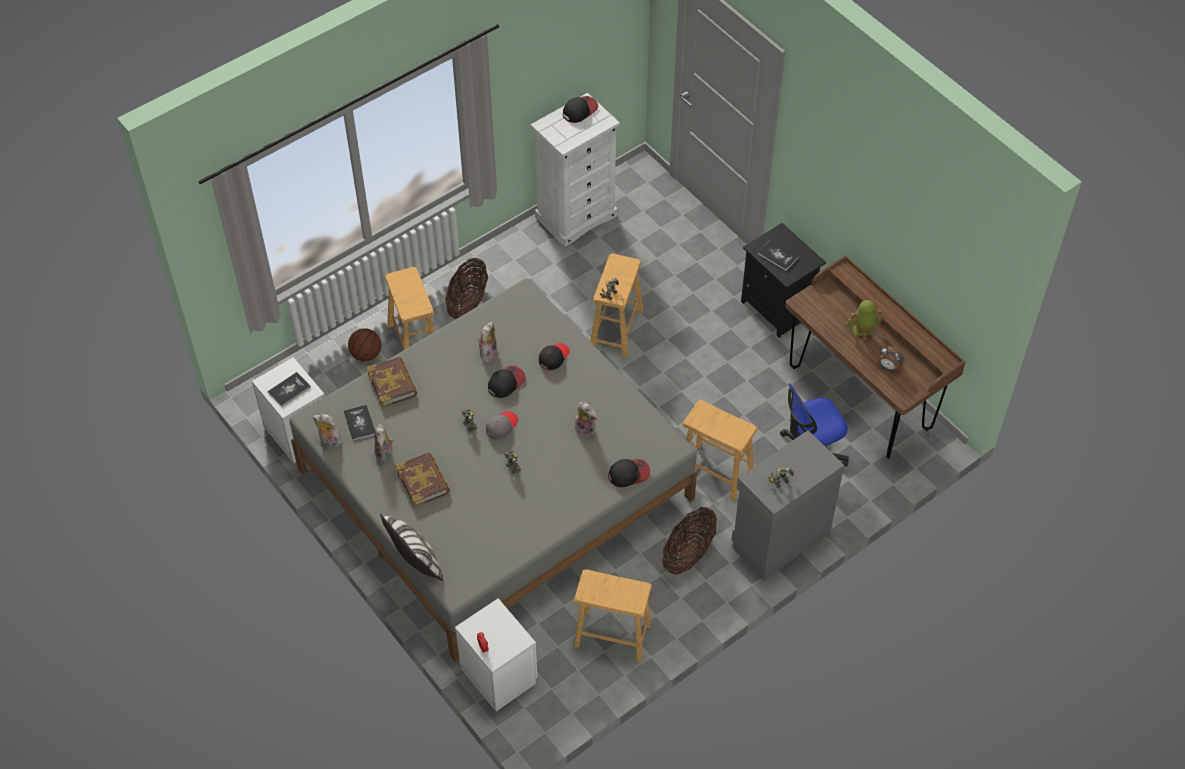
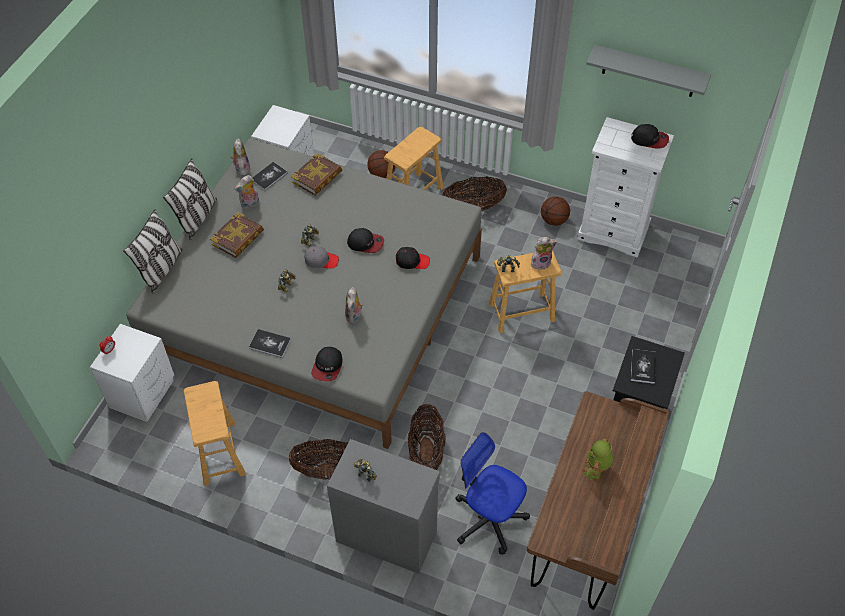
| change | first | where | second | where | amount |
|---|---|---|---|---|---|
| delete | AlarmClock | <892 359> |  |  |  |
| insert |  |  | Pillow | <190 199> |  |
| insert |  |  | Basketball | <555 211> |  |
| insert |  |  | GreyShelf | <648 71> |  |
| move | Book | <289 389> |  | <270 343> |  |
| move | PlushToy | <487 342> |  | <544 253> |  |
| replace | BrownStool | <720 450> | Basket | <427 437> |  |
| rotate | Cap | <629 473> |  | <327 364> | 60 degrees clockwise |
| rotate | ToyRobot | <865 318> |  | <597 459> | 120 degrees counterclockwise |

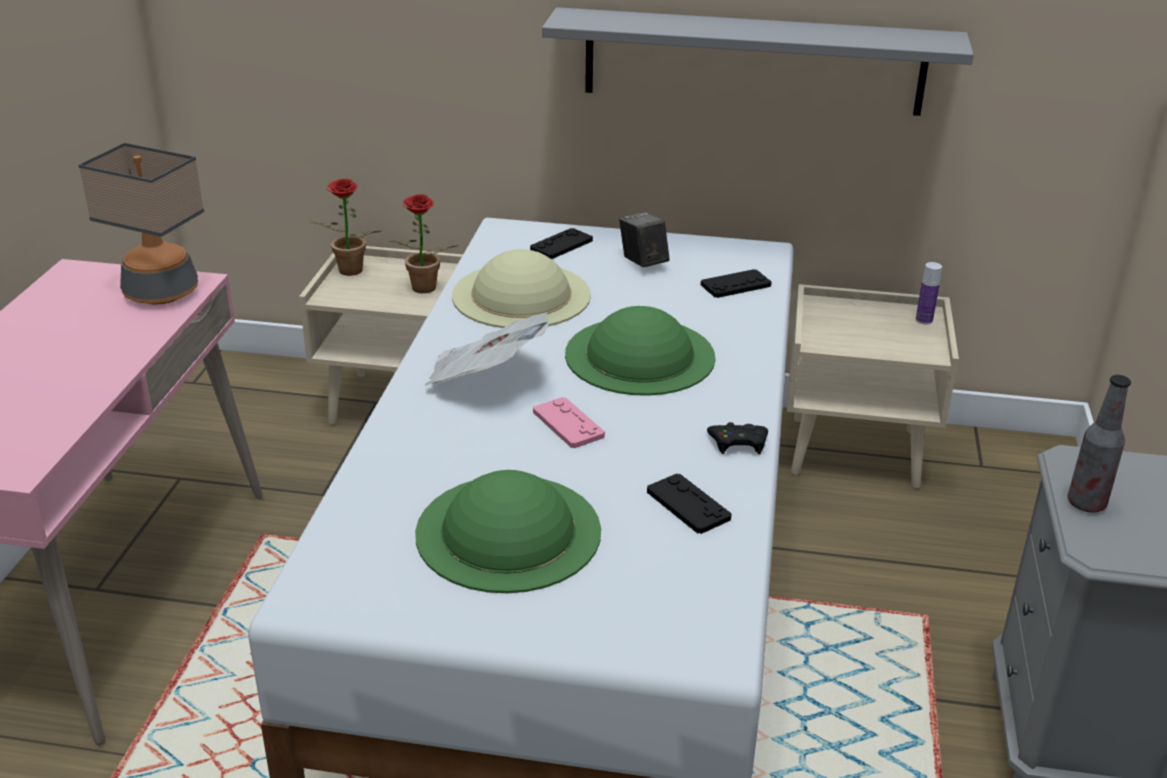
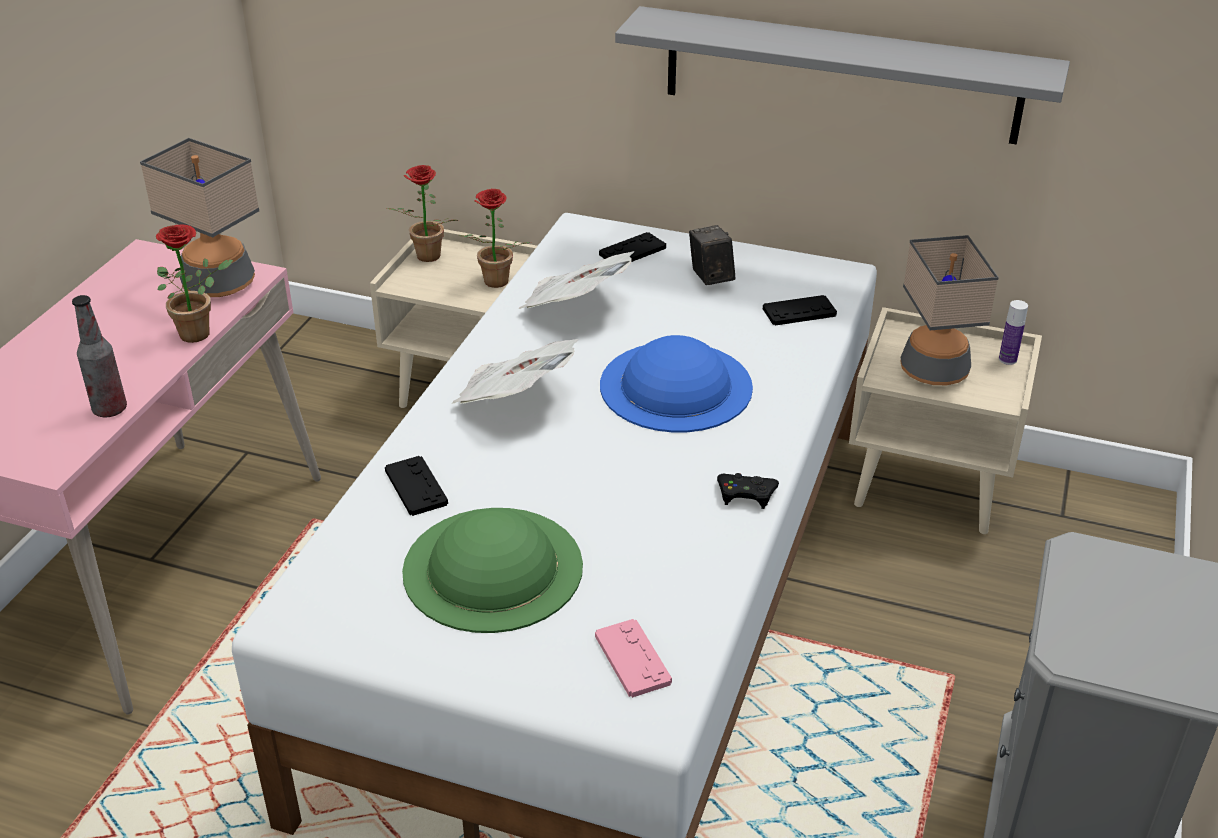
| change | first | where | second | where | amount |
|---|---|---|---|---|---|
| insert |  |  | PottedPlant | <194 283> |  |
| insert |  |  | TableLamp | <949 310> |  |
| move | PinkGameController | <569 422> |  | <633 658> |  |
| move | BlackGameController | <689 504> |  | <416 486> |  |
| move | Bottle | <1099 444> |  | <99 356> |  |
| replace | BeigeHat | <521 288> | Newspaper | <576 280> |  |
| recolor | GreenHat | <640 351> | BlueHat | <676 383> |  |

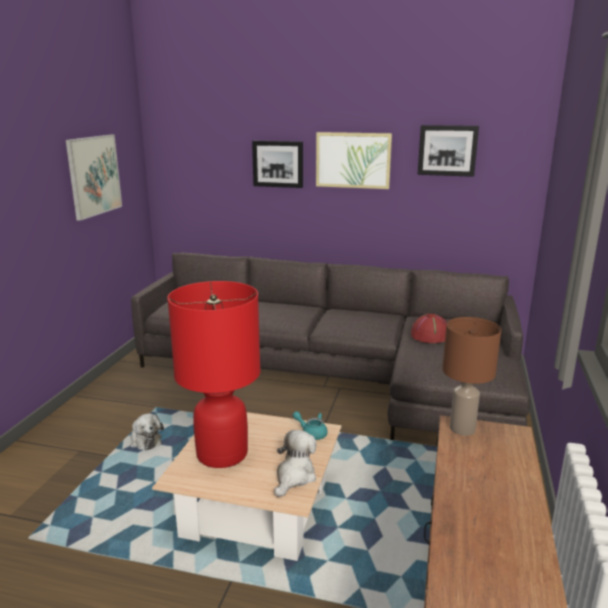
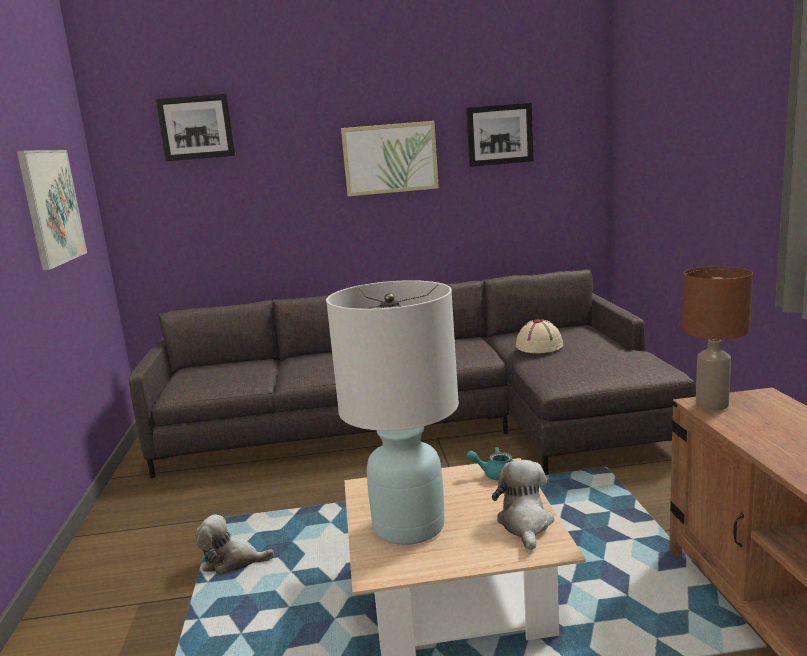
| change | first | where | second | where | amount |
|---|---|---|---|---|---|
| move | Picture | <277 164> |  | <195 127> |  |
| recolor | RedTableLamp | <214 374> | WhiteTableLamp | <392 412> |  |
| recolor | RedHat | <429 328> | BeigeHat | <539 336> |  |
| rotate | PlushToy | <147 431> |  | <234 545> | 150 degrees clockwise |

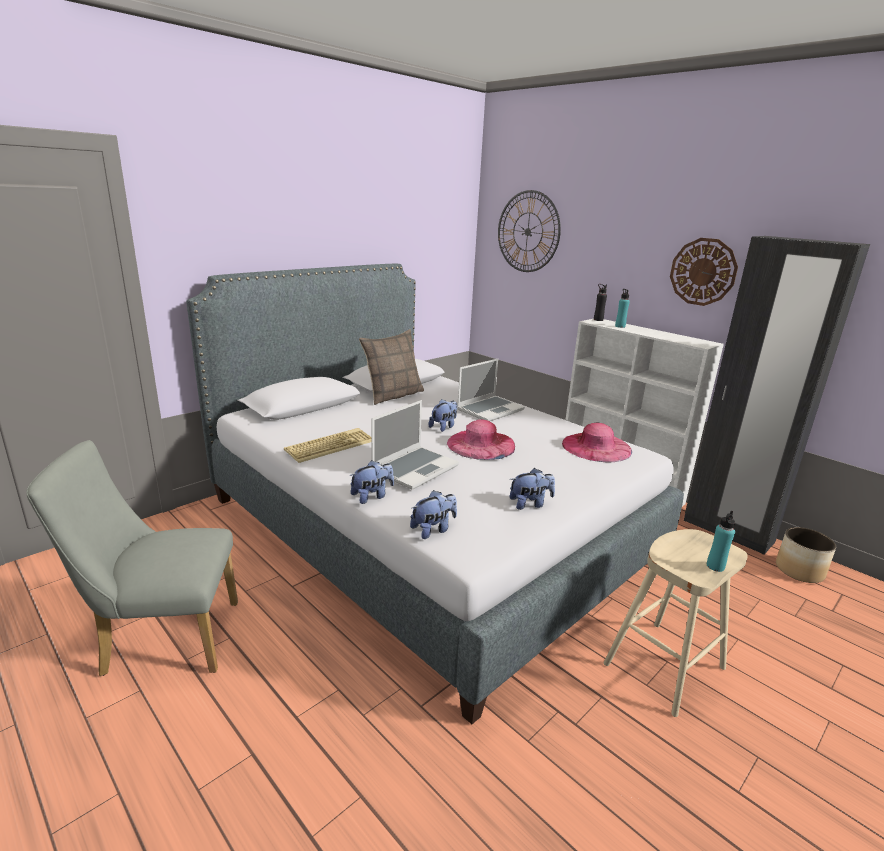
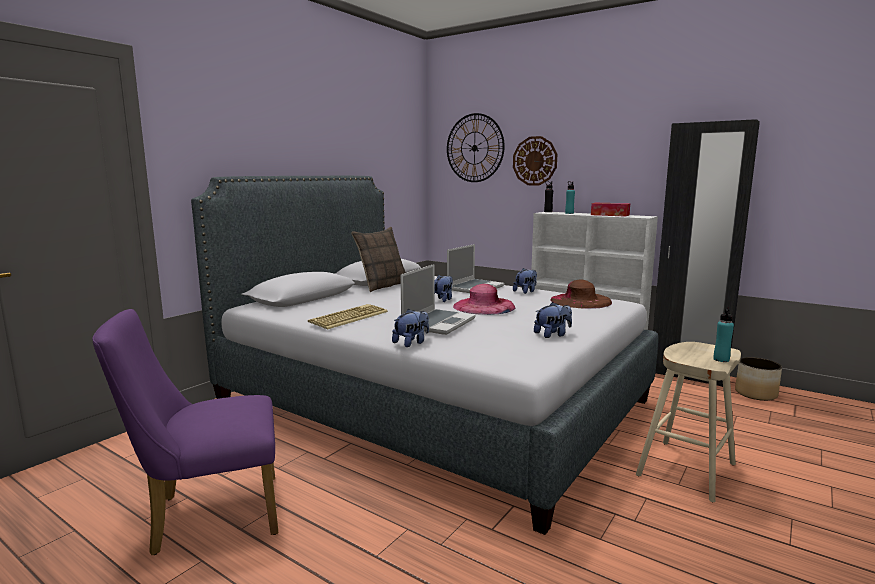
| change | first | where | second | where | amount |
|---|---|---|---|---|---|
| insert |  |  | TissueBox | <610 210> |  |
| move | PlushToy | <433 514> |  | <525 281> |  |
| move | WallClock | <704 272> |  | <535 161> |  |
| recolor | GreyChair | <132 558> | PurpleChair | <185 432> |  |
| recolor | PinkHat | <597 442> | BrownHat | <581 294> |  |

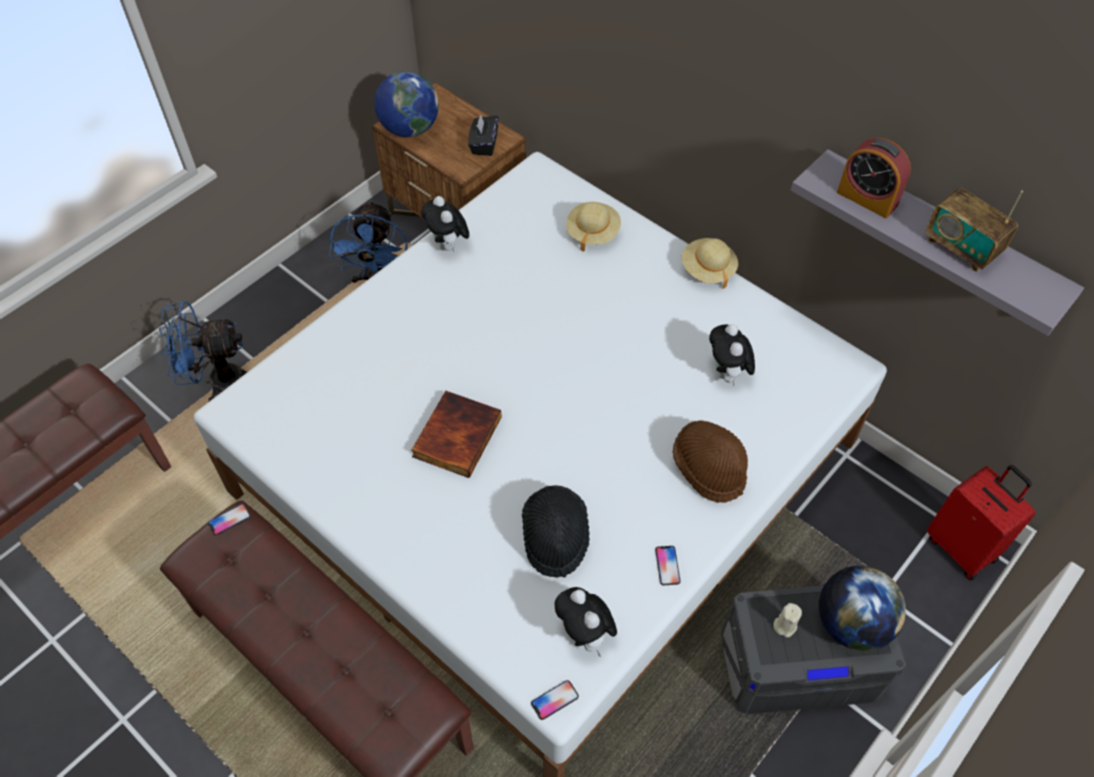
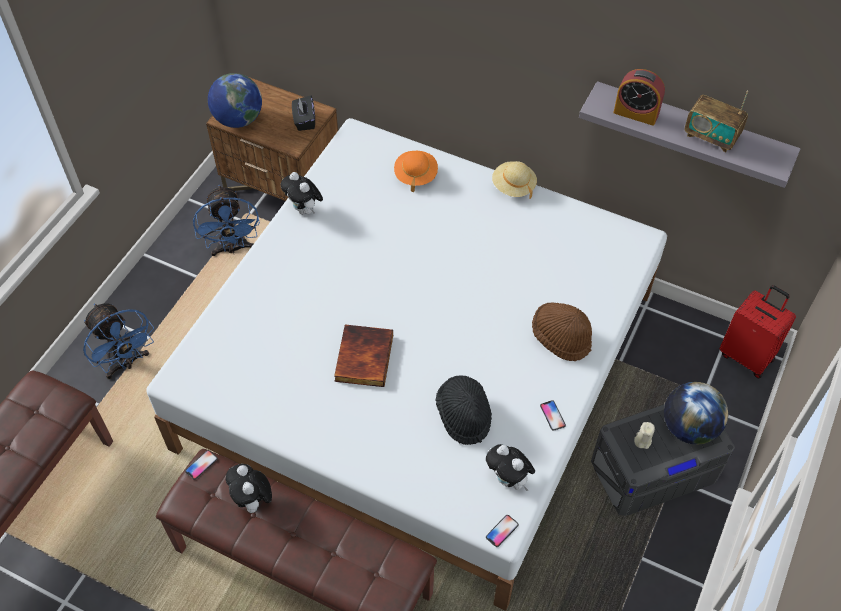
| change | first | where | second | where | amount |
|---|---|---|---|---|---|
| move | PlushToy | <732 355> |  | <249 488> |  |
| recolor | BeigeHat | <593 227> | OrangeHat | <416 171> |  |
| rotate | BlueFan | <203 351> |  | <118 341> | 105 degrees counterclockwise |

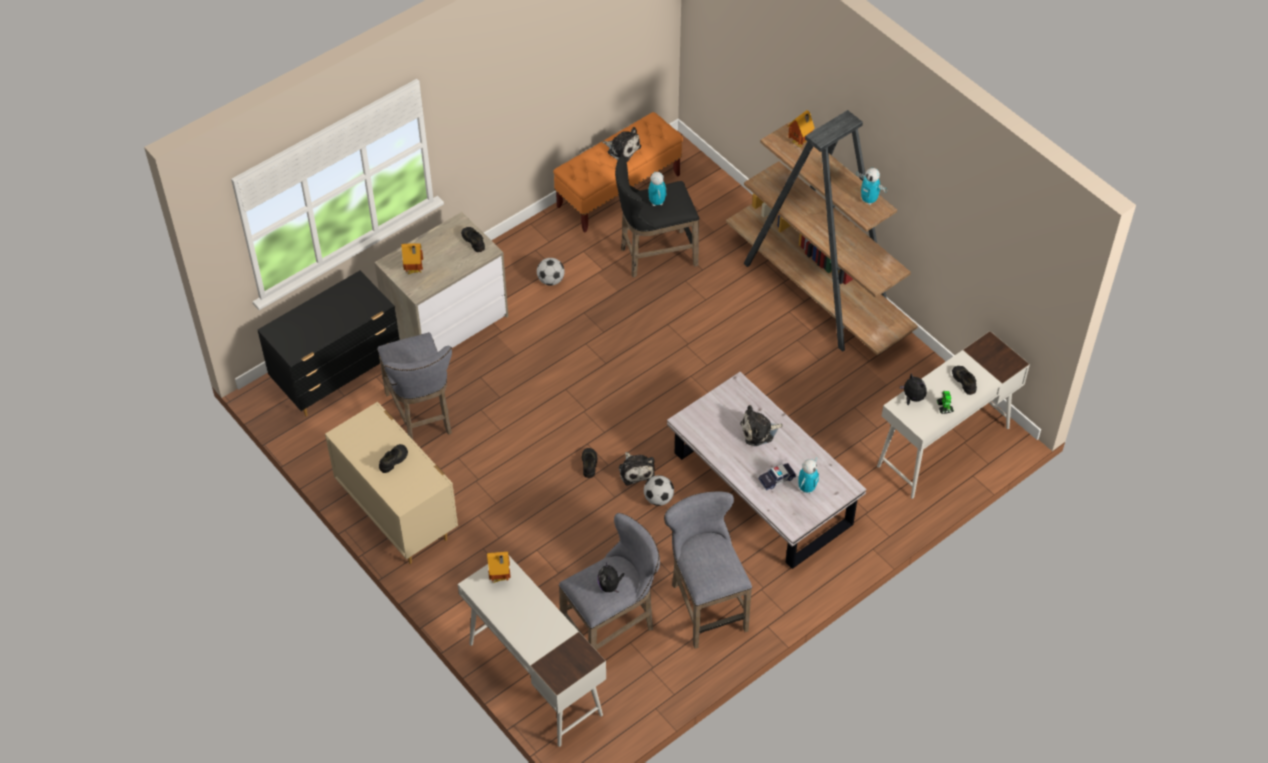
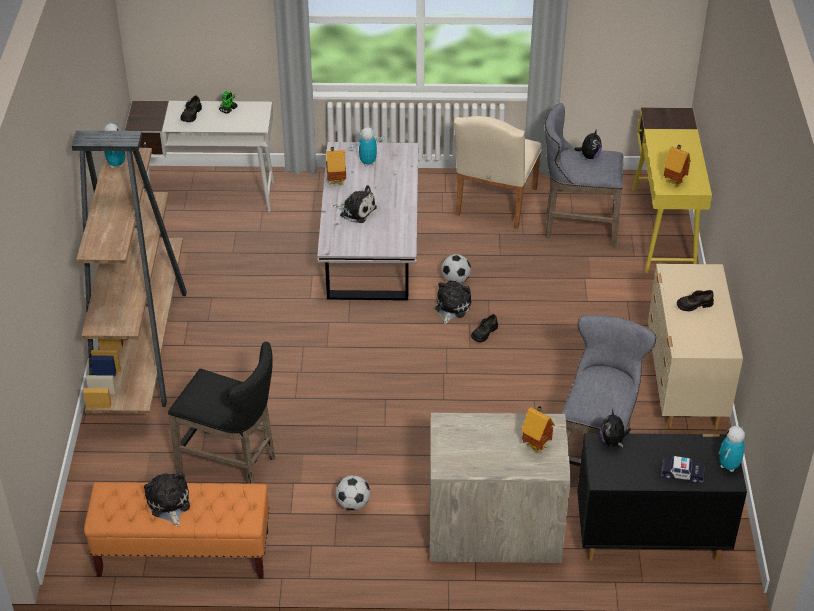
| change | first | where | second | where | amount |
|---|---|---|---|---|---|
| delete | BlackShoe | <473 239> |  |  |  |
| move | ToyRobot | <657 189> |  | <732 449> |  |
| move | ToyCar | <777 476> |  | <683 469> |  |
| move | ToyHouse | <801 129> |  | <336 166> |  |
| move | PlushToy | <913 389> |  | <615 428> |  |
| replace | GreyStool | <708 570> | BeigeChair | <498 172> |  |
| recolor | WhiteDesk | <532 651> | YellowDesk | <672 190> |  |

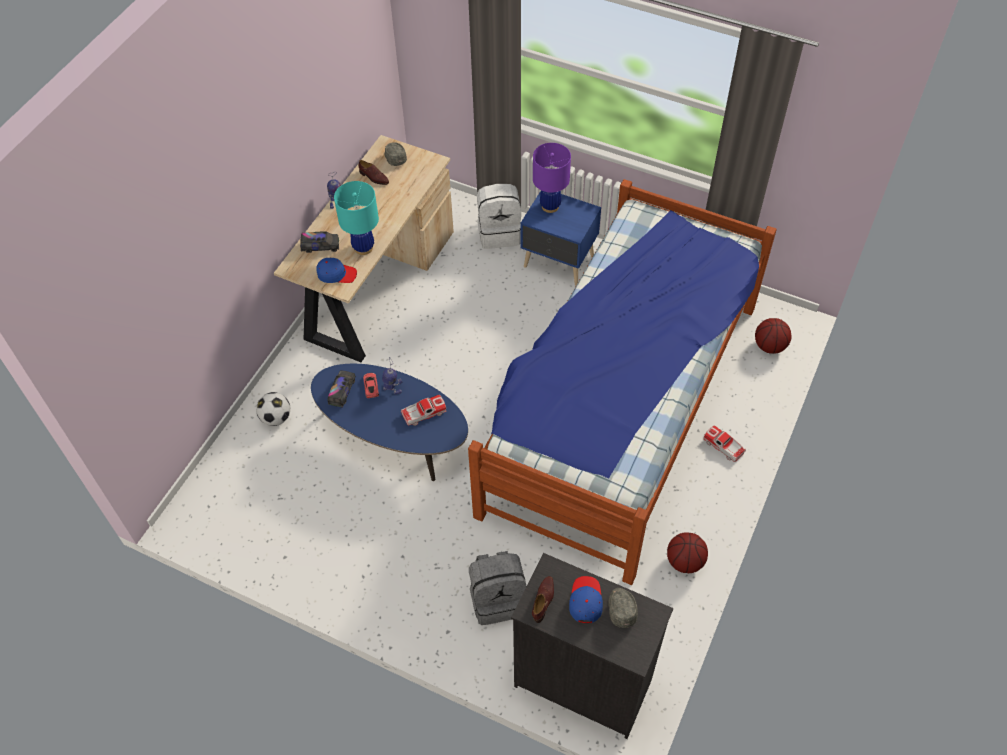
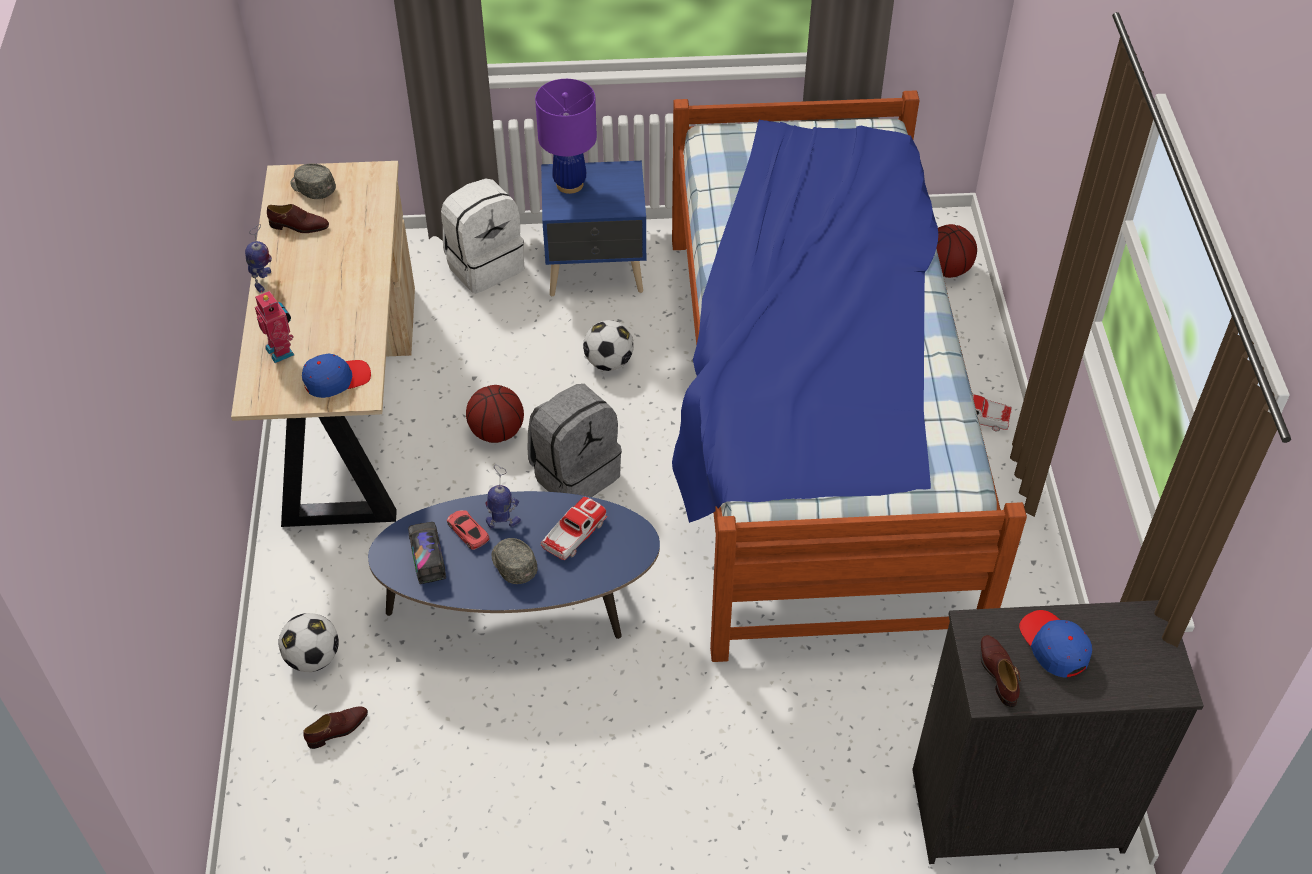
| change | first | where | second | where | amount |
|---|---|---|---|---|---|
| delete | TurquoiseTableLamp | <356 218> |  |  |  |
| insert |  |  | BrownShoe | <335 727> |  |
| insert |  |  | Football | <608 345> |  |
| move | GreyBackpack | <497 588> |  | <575 440> |  |
| move | GreyCap | <623 608> |  | <515 561> |  |
| move | Basketball | <687 552> |  | <495 414> |  |
| replace | ToyTruck | <319 242> | ToyRobot | <274 327> |  |

